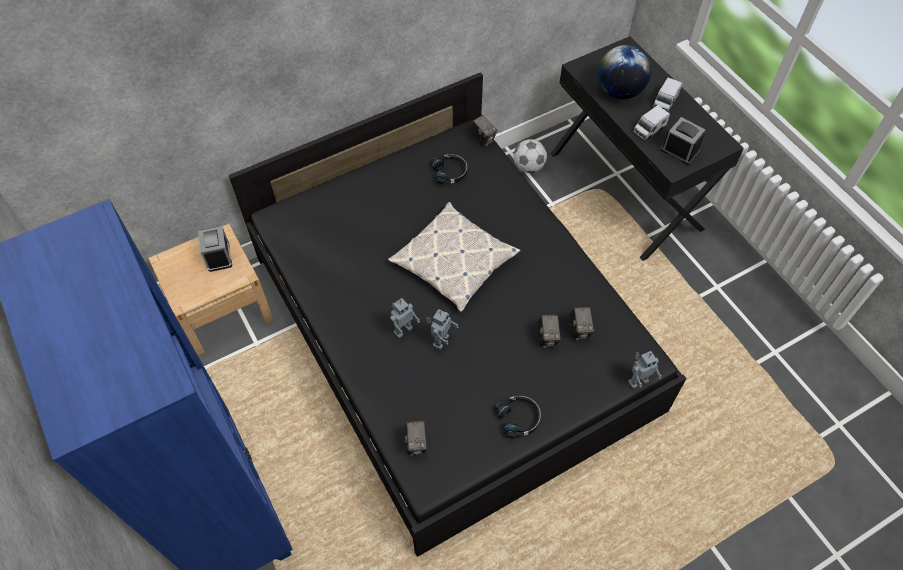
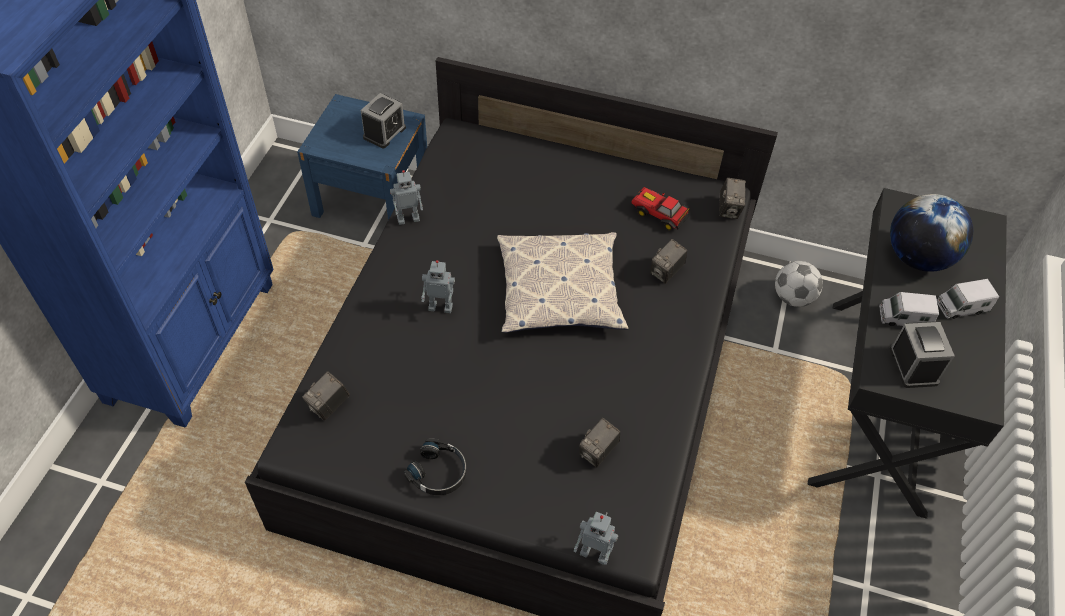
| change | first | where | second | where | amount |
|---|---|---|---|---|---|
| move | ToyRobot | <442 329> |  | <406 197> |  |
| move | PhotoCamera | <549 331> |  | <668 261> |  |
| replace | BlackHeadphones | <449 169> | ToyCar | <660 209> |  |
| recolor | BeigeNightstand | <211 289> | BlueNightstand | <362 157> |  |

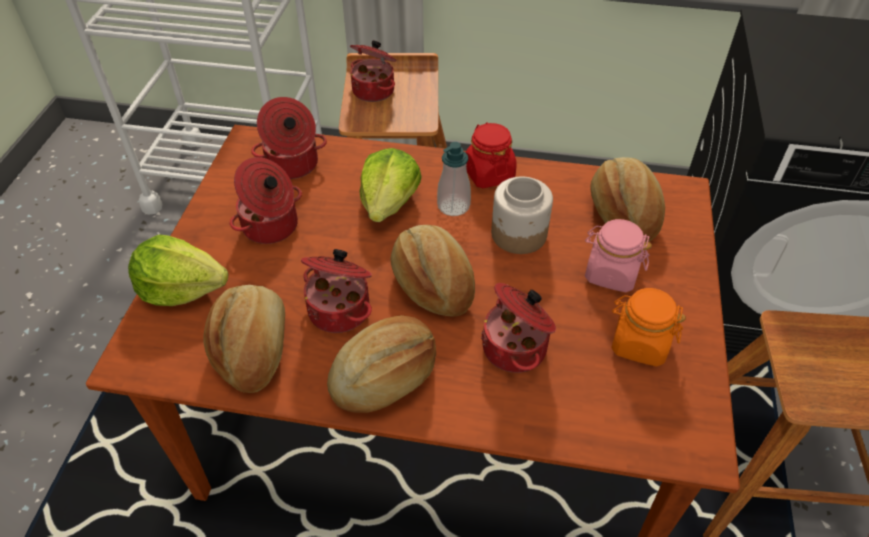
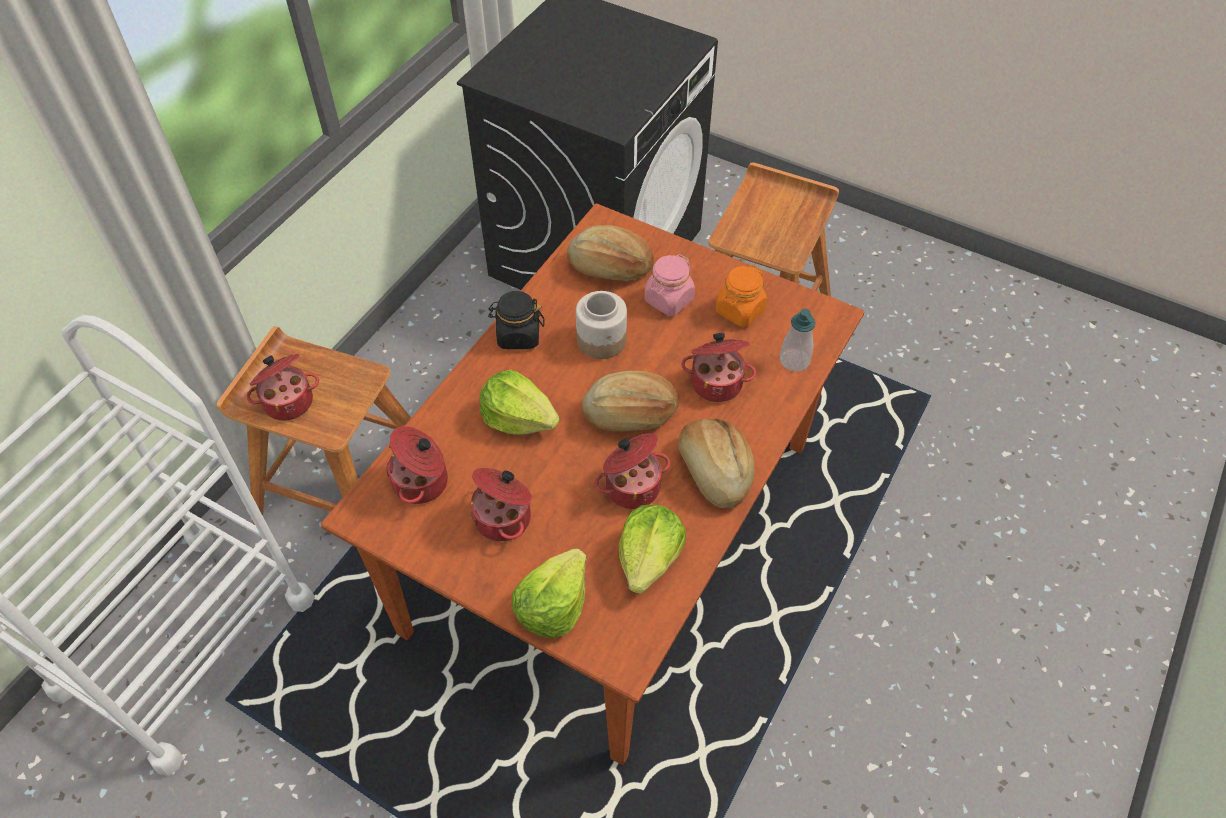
| change | first | where | second | where | amount |
|---|---|---|---|---|---|
| move | SoapDispenser | <454 179> |  | <798 340> |  |
| replace | Bread | <244 339> | Lettuce | <652 549> |  |
| recolor | RedJar | <491 155> | BlackJar | <516 320> |  |

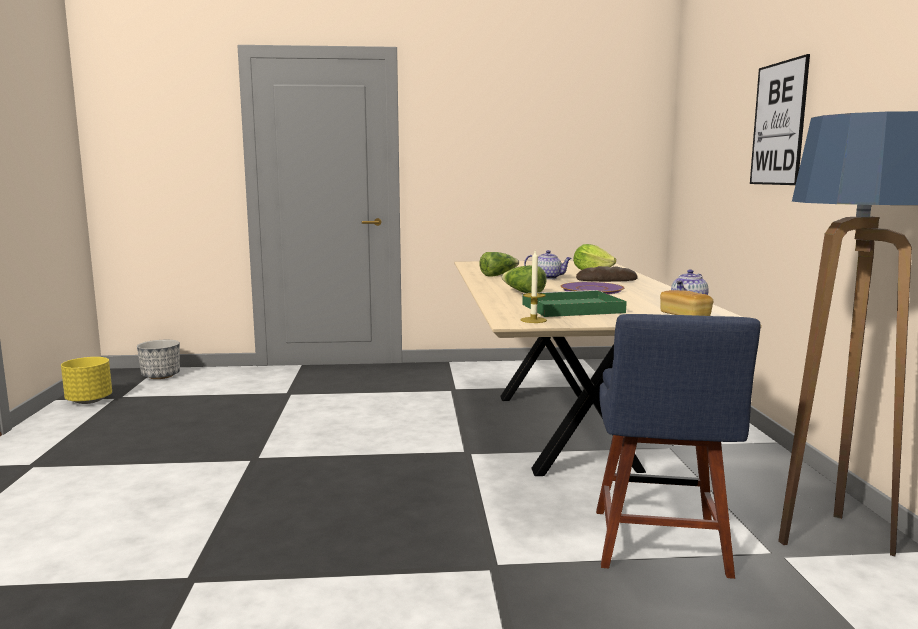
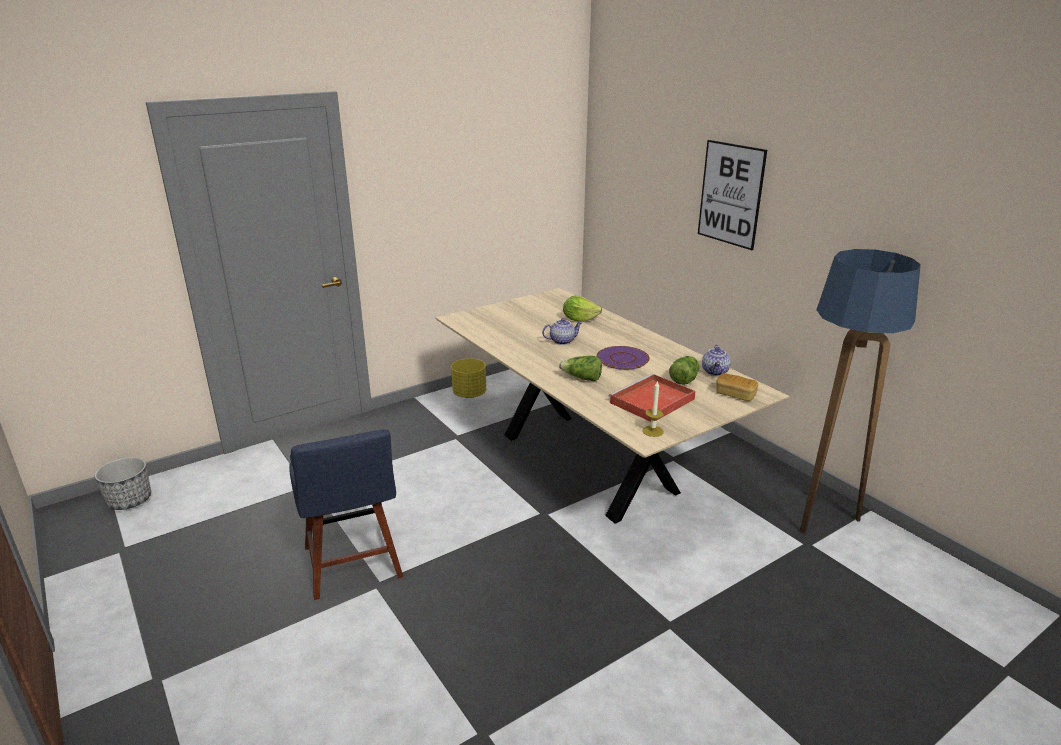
| change | first | where | second | where | amount |
|---|---|---|---|---|---|
| delete | Bread | <607 274> |  |  |  |
| move | YellowPlanter | <86 380> |  | <468 378> |  |
| move | Lettuce | <499 264> |  | <684 370> |  |
| move | BlueChair | <678 446> |  | <346 514> |  |
| recolor | GreenTray | <574 303> | RedTray | <652 398> |  |

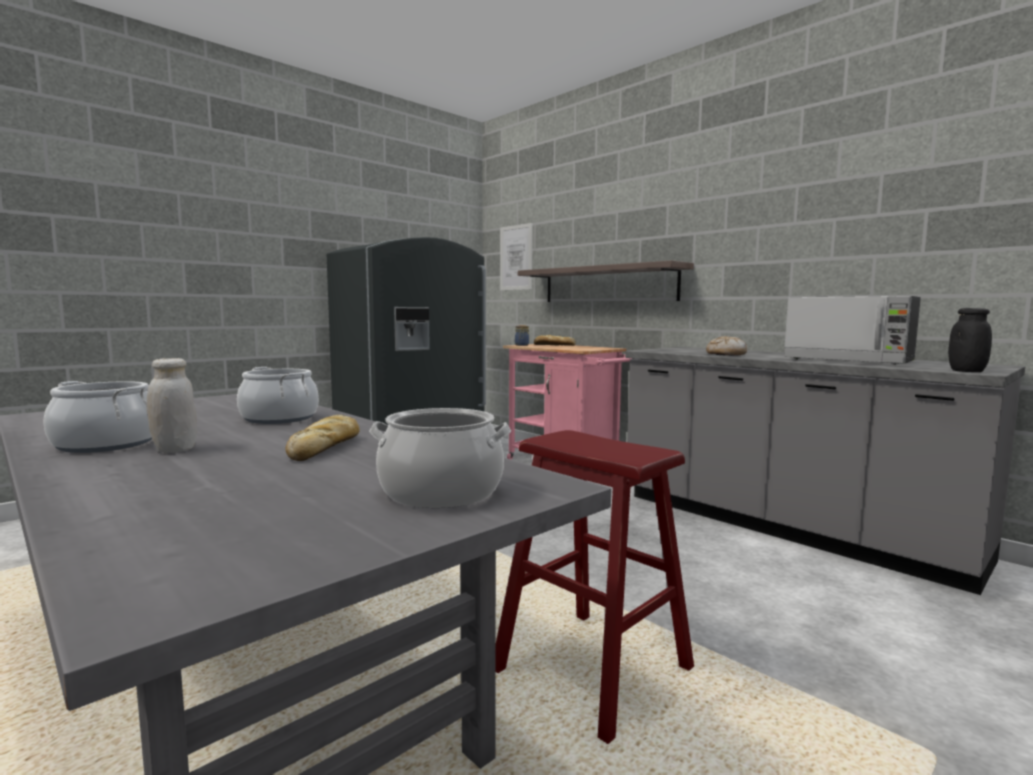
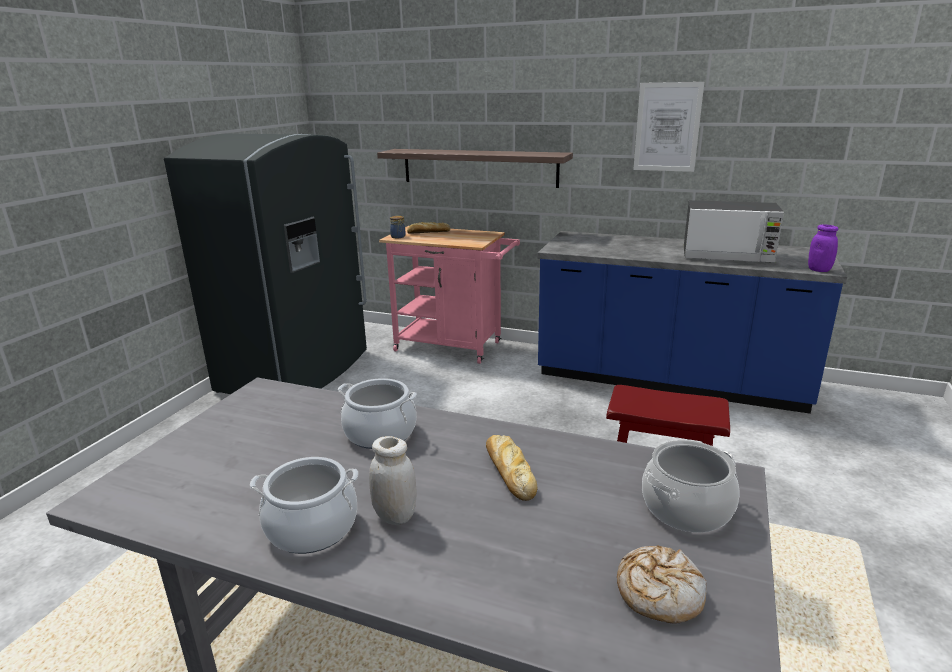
| change | first | where | second | where | amount |
|---|---|---|---|---|---|
| move | Picture | <516 256> |  | <668 127> |  |
| move | Bread | <726 346> |  | <662 584> |  |
| recolor | GreyCounter | <825 471> | BlueCounter | <692 322> |  |
| recolor | BlackJar | <970 340> | PurpleJar | <823 248> |  |

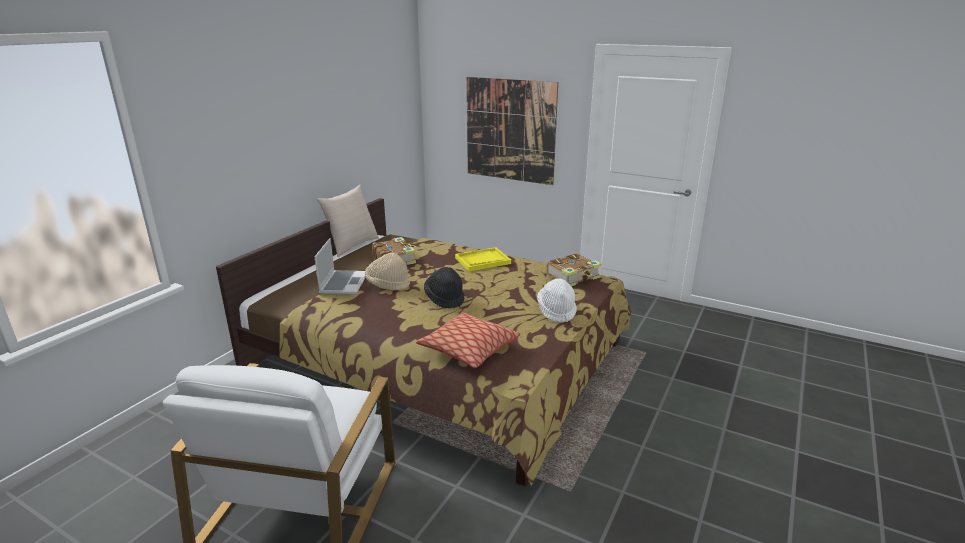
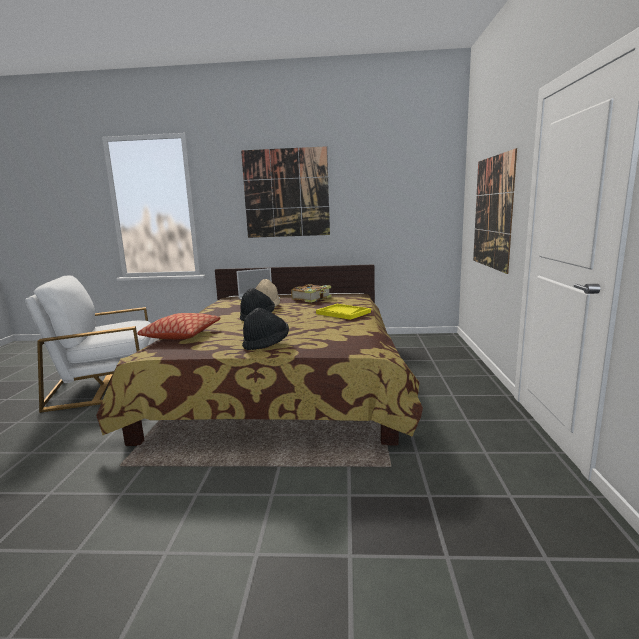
| change | first | where | second | where | amount |
|---|---|---|---|---|---|
| delete | BeigePillow | <347 221> |  |  |  |
| delete | Book | <574 269> |  |  |  |
| insert |  |  | Picture | <285 192> |  |
| recolor | WhiteHat | <557 300> | BlackHat | <265 329> |  |

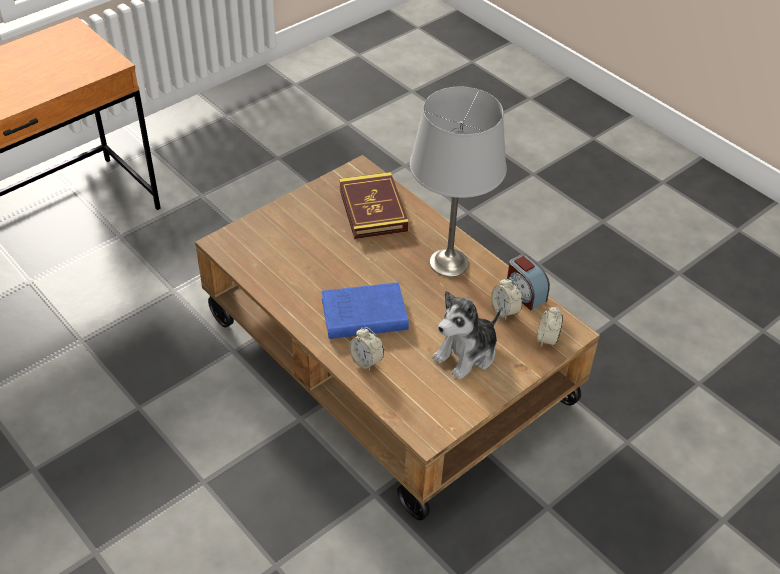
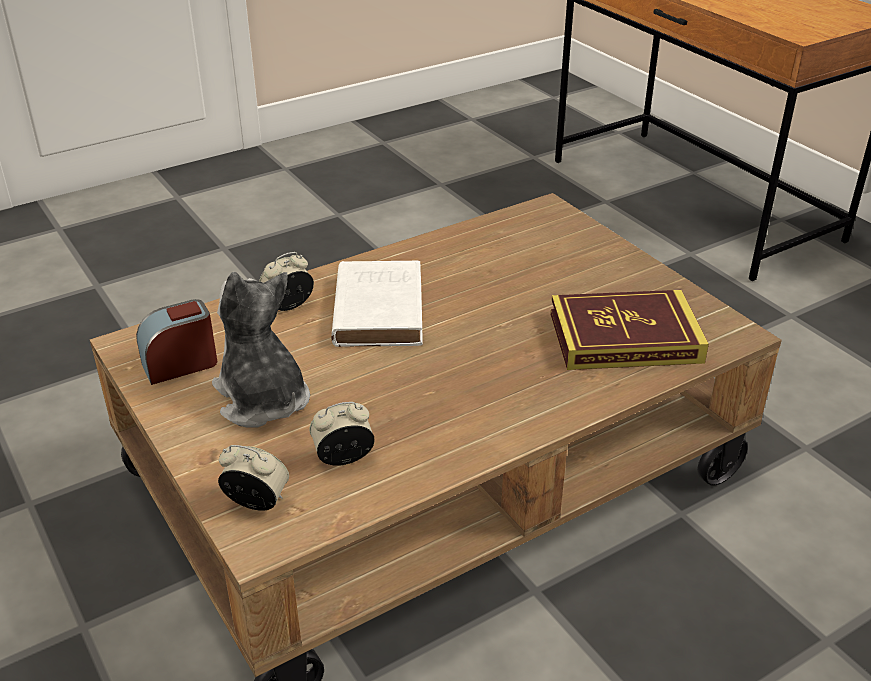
| change | first | where | second | where | amount |
|---|---|---|---|---|---|
| delete | GreyTableLamp | <458 182> |  |  |  |
| move | AlarmClock | <528 282> |  | <176 342> |  |
| recolor | BlueBook | <365 310> | WhiteBook | <377 304> |  |

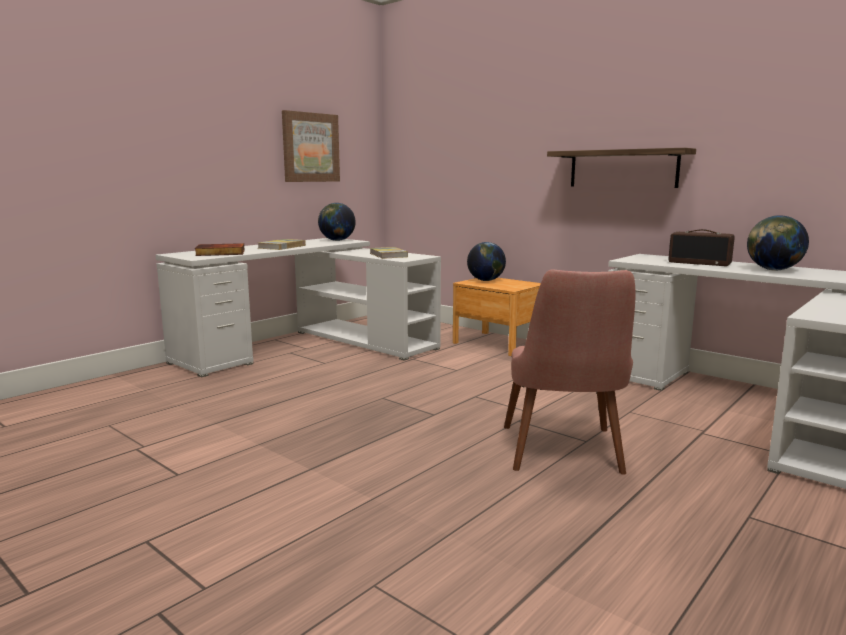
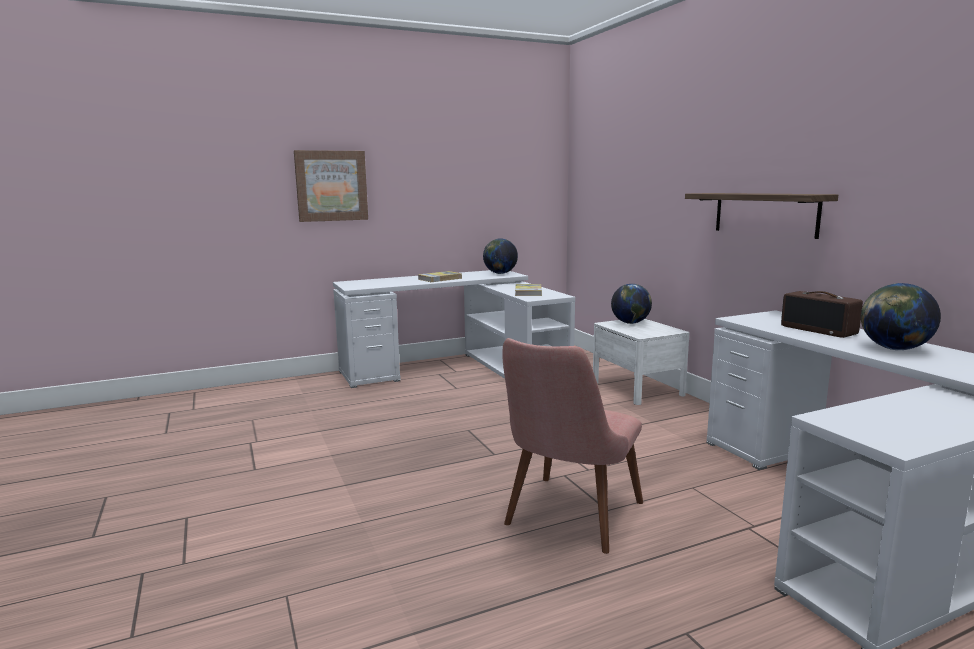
| change | first | where | second | where | amount |
|---|---|---|---|---|---|
| delete | Book | <220 249> |  |  |  |
| move | Picture | <311 146> |  | <331 186> |  |
| recolor | BrownNightstand | <497 317> | WhiteNightstand | <641 362> |  |

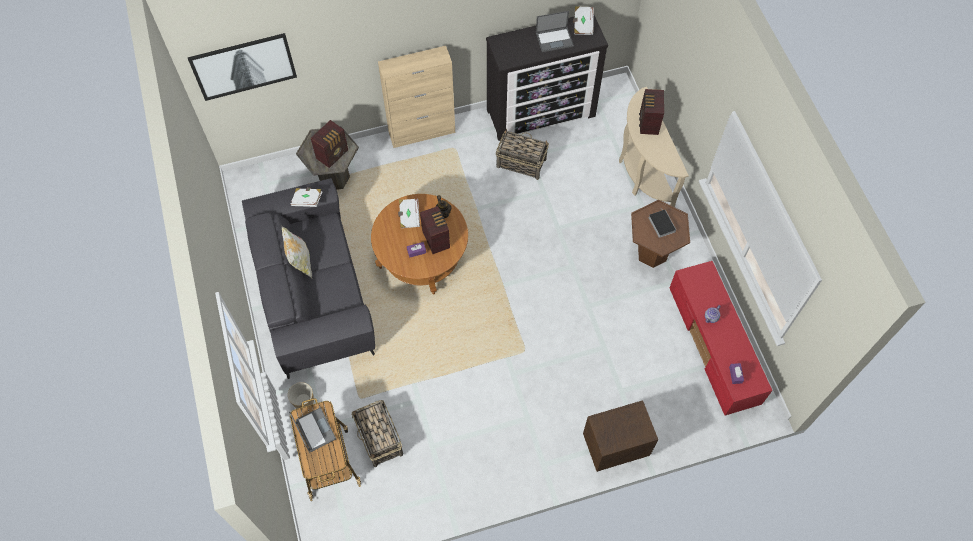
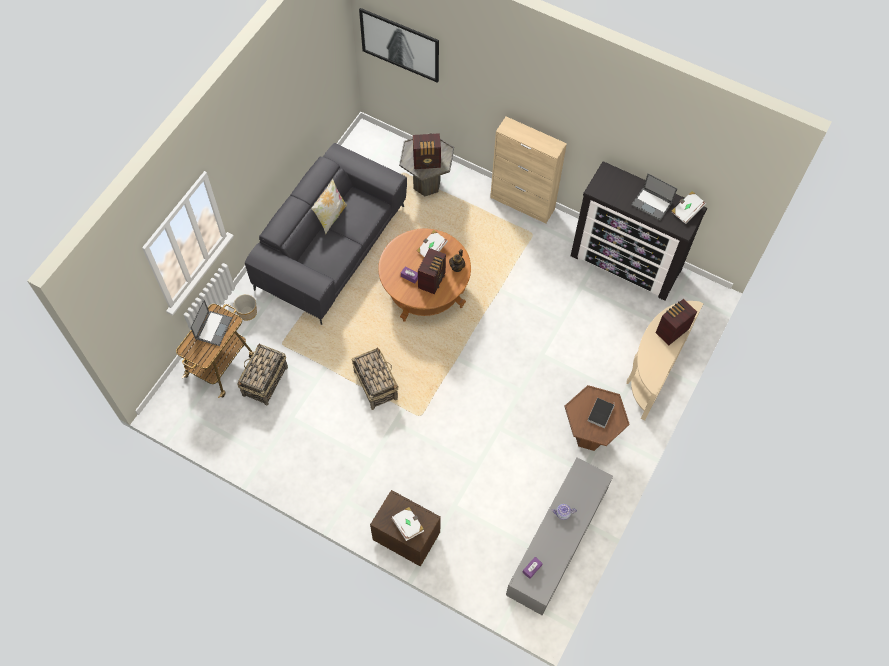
| change | first | where | second | where | amount |
|---|---|---|---|---|---|
| move | WhiteBook | <307 197> |  | <407 524> |  |
| move | Basket | <522 154> |  | <375 378> |  |
| recolor | RedTvStand | <721 338> | GreyTvStand | <559 536> |  |

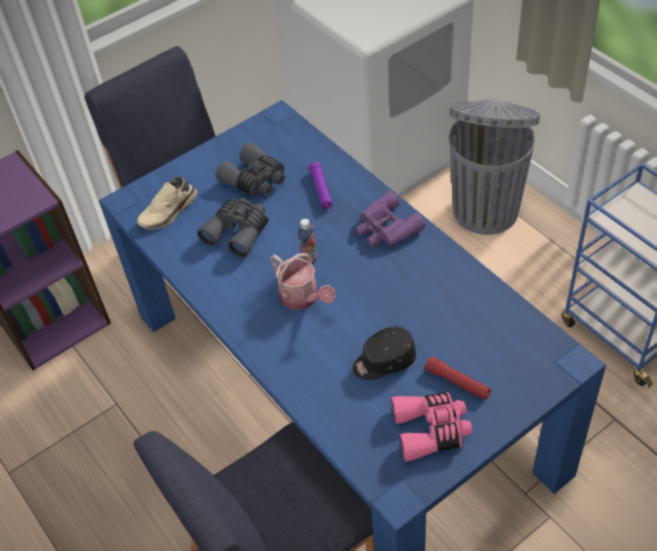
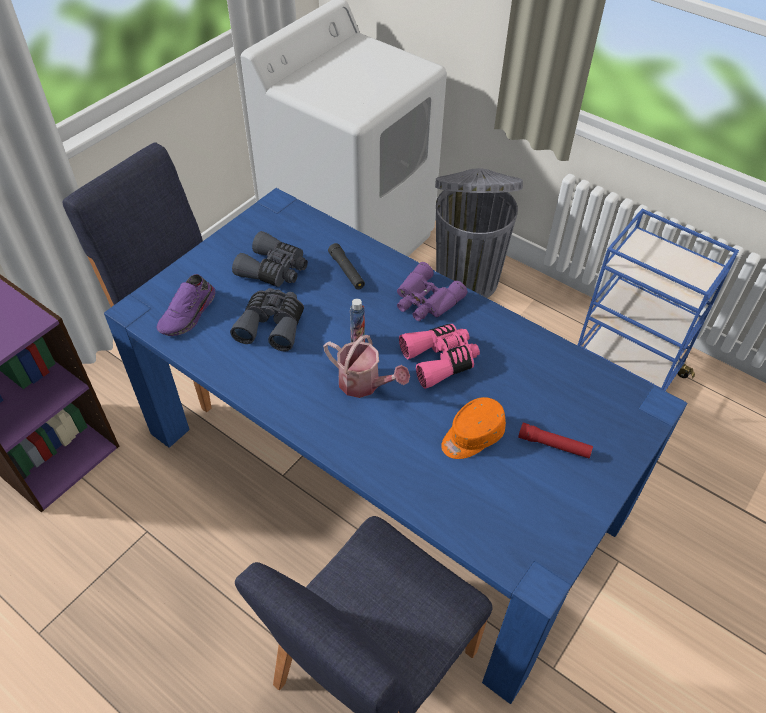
| change | first | where | second | where | amount |
|---|---|---|---|---|---|
| move | PinkBinoculars | <431 427> |  | <439 356> |  |
| recolor | BeigeShoe | <167 203> | PurpleShoe | <186 305> |  |
| recolor | PurpleFlashlight | <321 185> | BlackFlashlight | <346 266> |  |
| recolor | BlackCap | <384 353> | OrangeCap | <473 428> |  |

